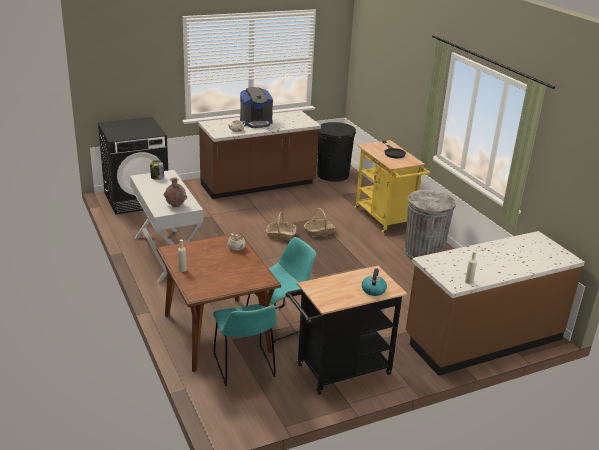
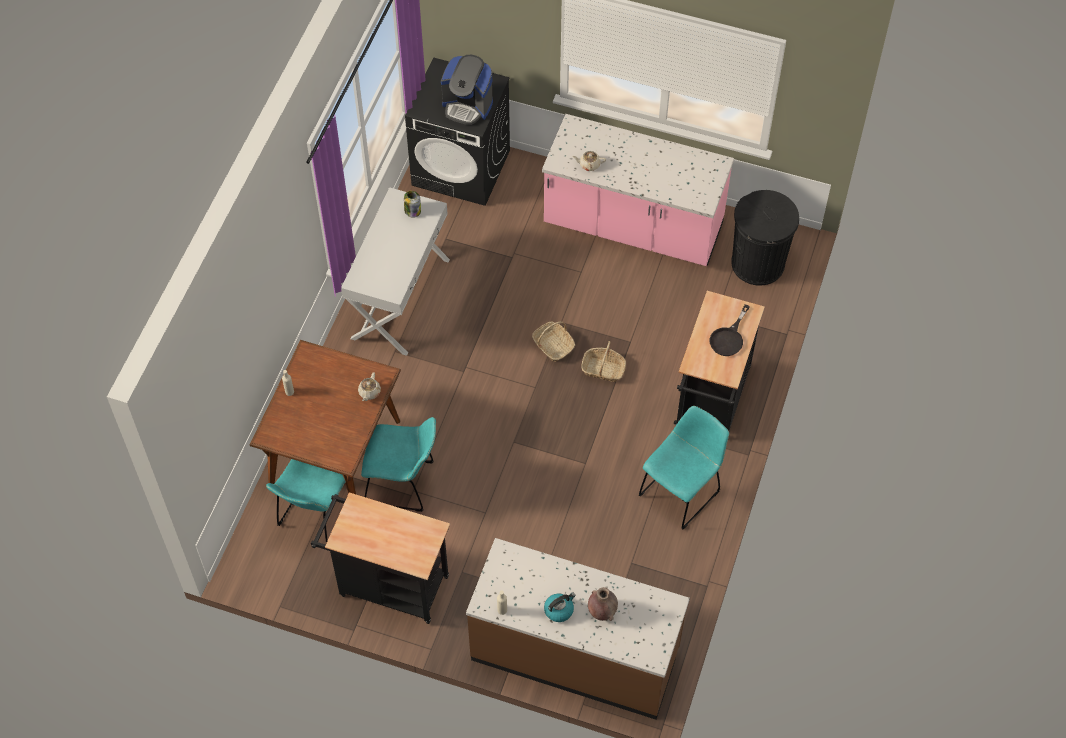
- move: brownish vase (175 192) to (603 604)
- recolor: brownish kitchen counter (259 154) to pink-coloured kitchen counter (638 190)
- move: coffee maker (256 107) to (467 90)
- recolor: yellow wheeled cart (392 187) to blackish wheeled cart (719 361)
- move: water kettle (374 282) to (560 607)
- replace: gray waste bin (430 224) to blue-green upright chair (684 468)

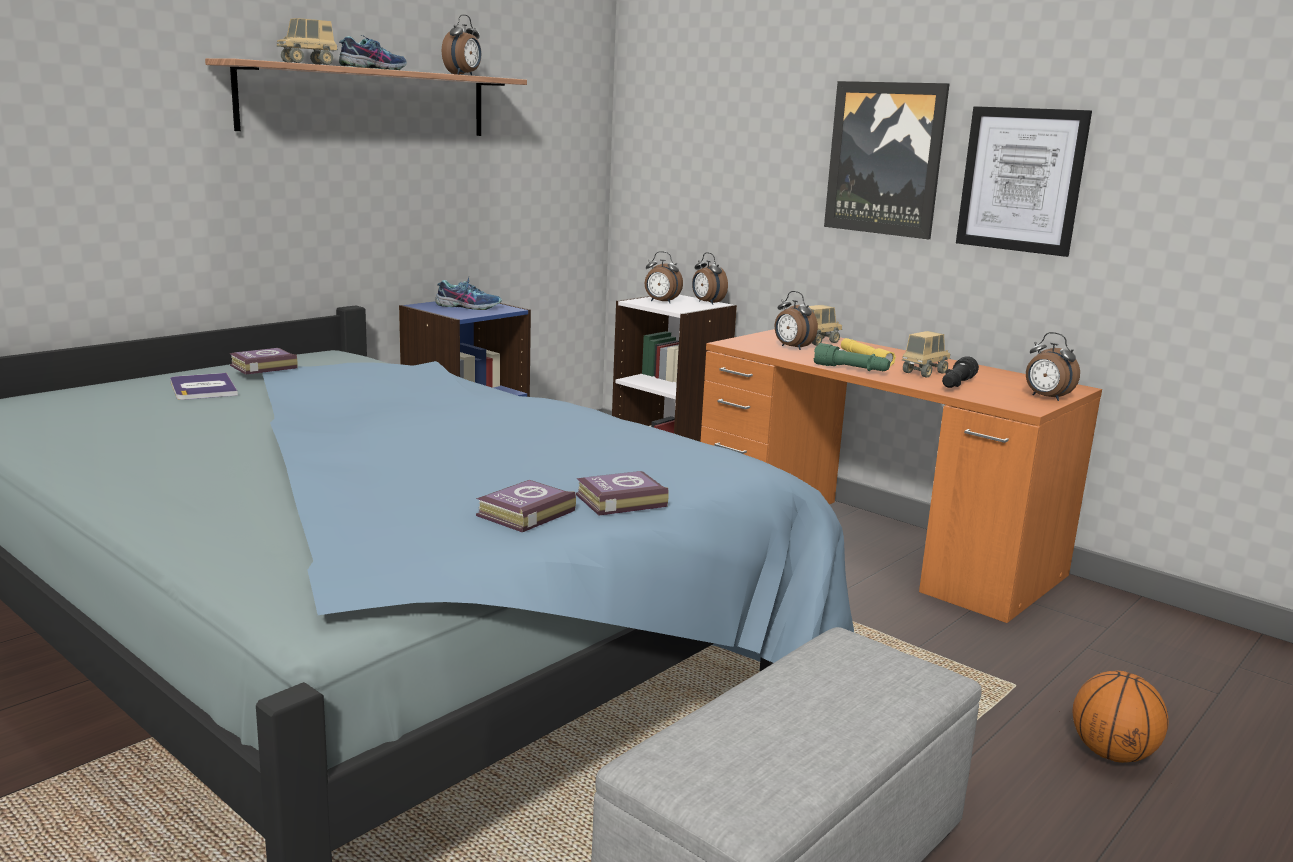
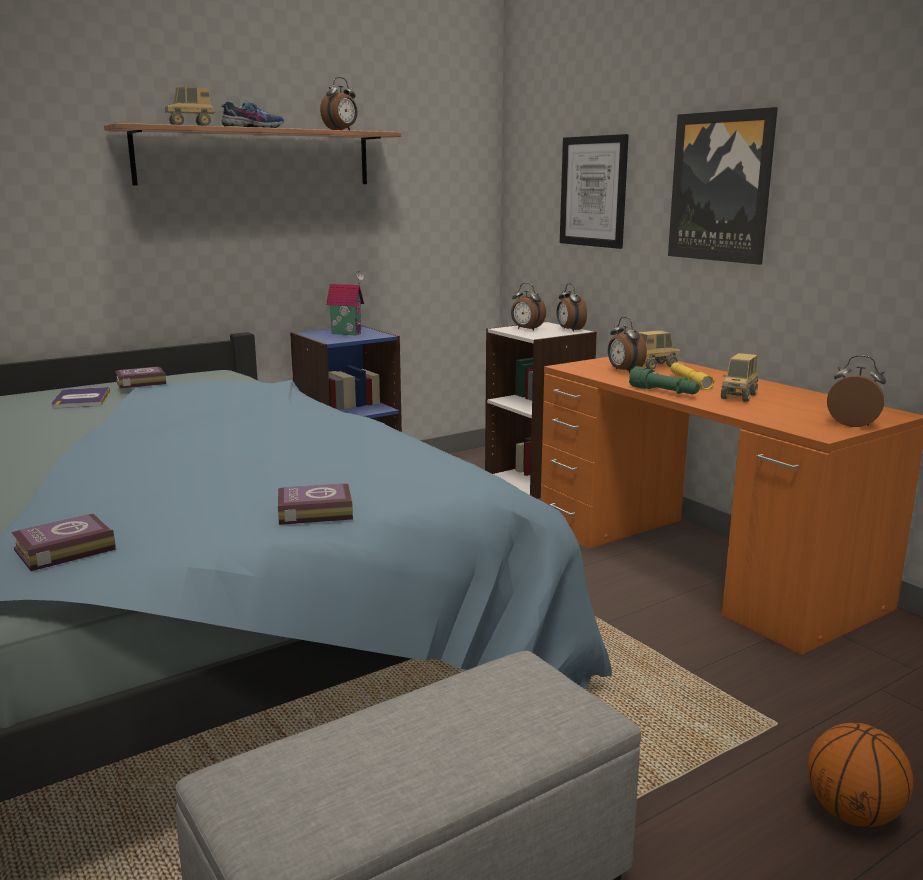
- replace: item of footwear (468 293) to toy house (345 303)
- move: bound book (526 506) to (63 542)
- rotate: model truck (926 354) = (739 377) 150 degrees clockwise
- delete: blackish torch (960 372)
- move: wall art (1024 181) to (594 191)
- rotate: table clock (1053 366) = (856 391) 150 degrees clockwise

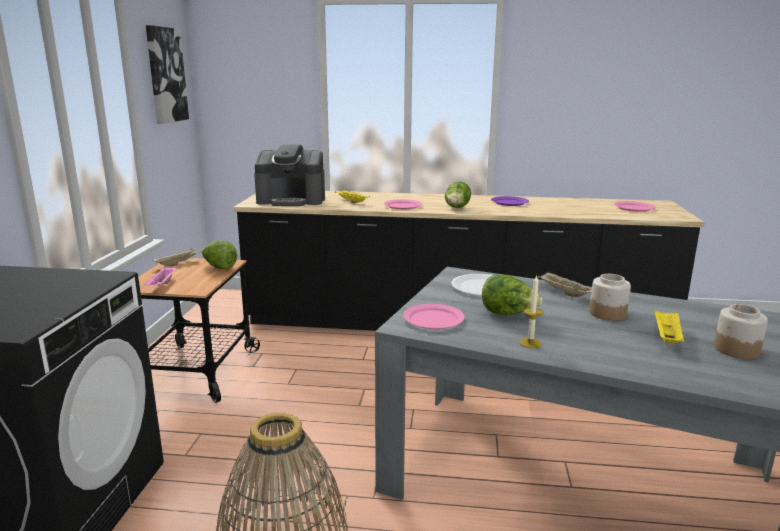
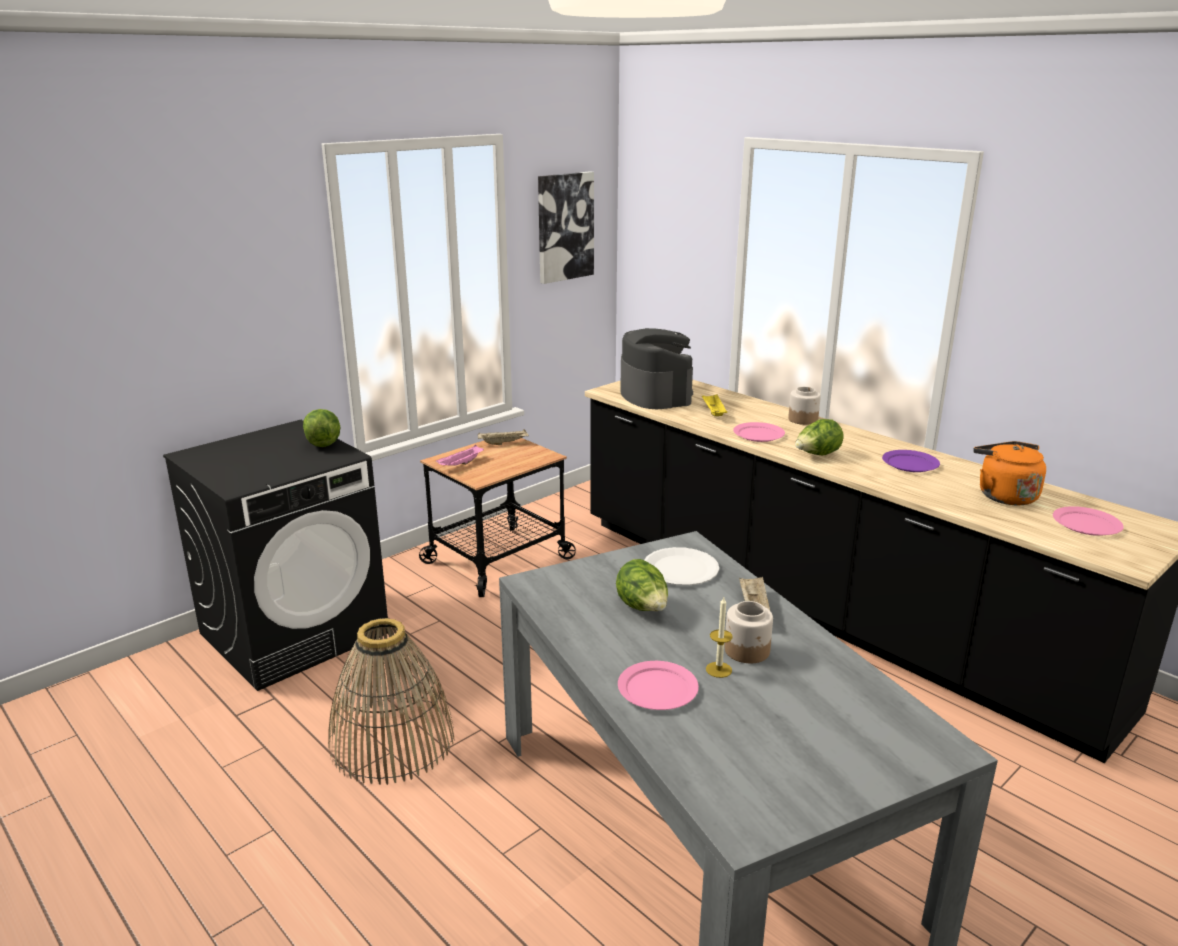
- move: head of lettuce (219 254) to (322 428)
- rotate: coffee maker (289 175) = (656 368) 150 degrees counterclockwise
- move: pink-coloured plate (434 316) to (658 685)
- move: wax light (531 311) to (719 637)
- delete: yellow serving tray (669 327)
- move: jar (741 331) to (804 406)
- insert: orangey water kettle (1009 473)

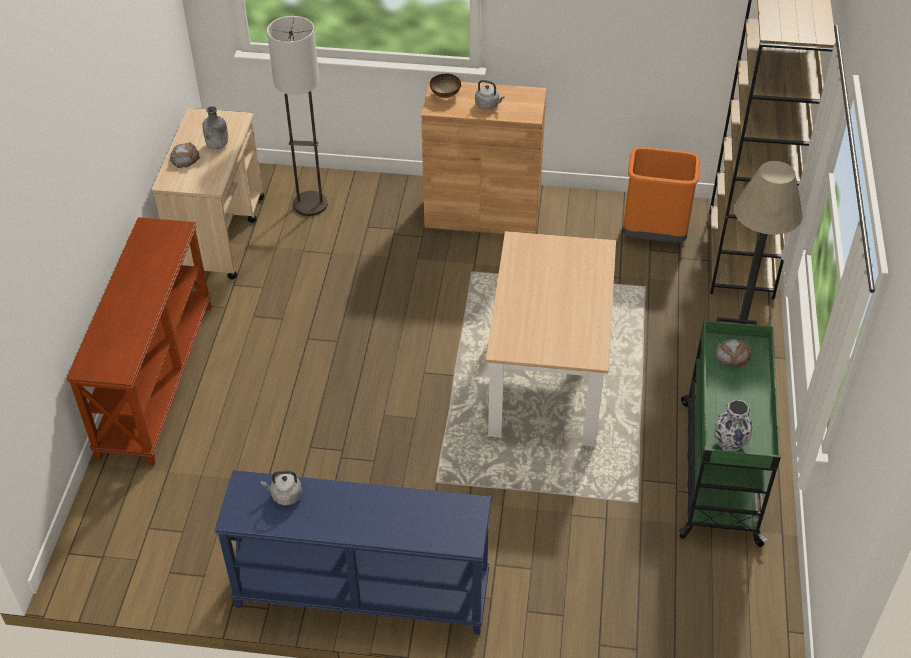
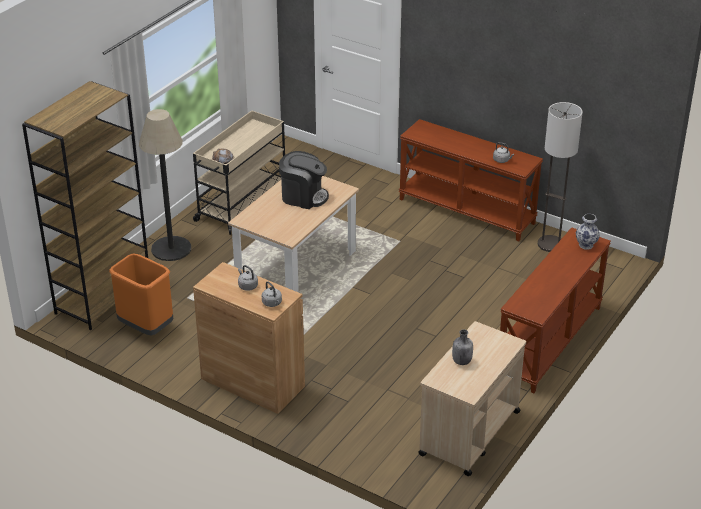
- delete: bakery bread (185 155)
- recolor: bluish console table (353 552) to brownish console table (471 180)
- move: floor lamp (297 116) to (560 177)
- replace: serving bowl (445 86) to gray water kettle (272 294)
- recolor: greenish wheeled cart (730 432) to sand-coloured wheeled cart (239 172)
- move: vase (733 425) to (588 232)
- insert: coffee maker (304 180)

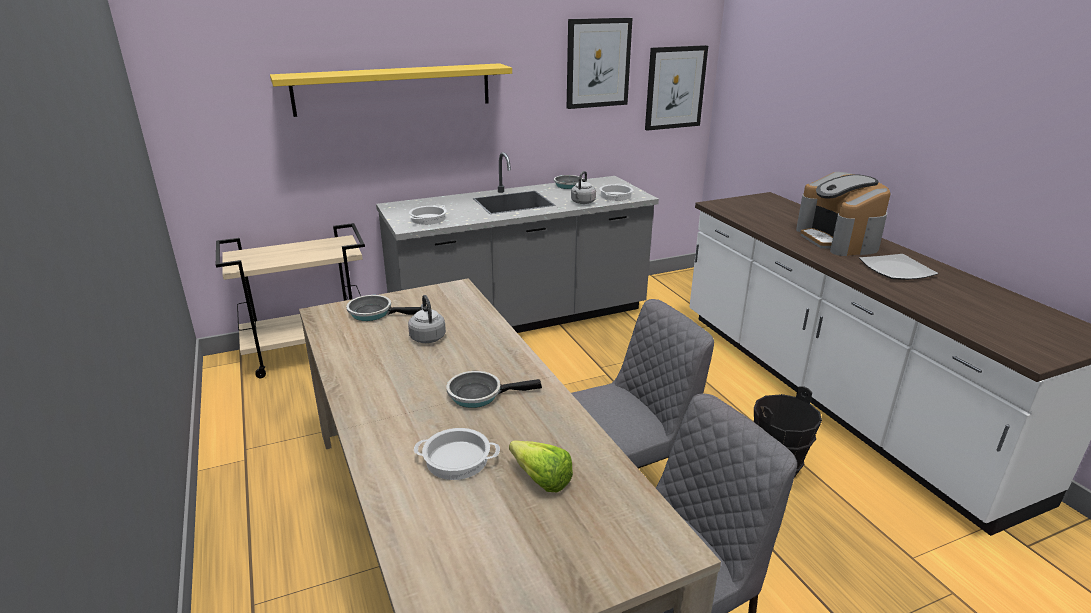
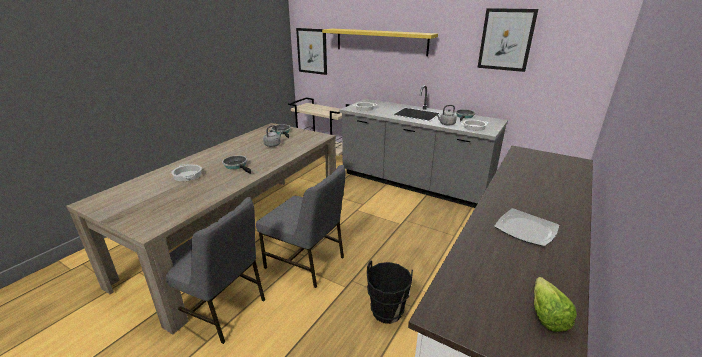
- move: head of lettuce (541 466) to (555 304)
- move: wall art (676 88) to (311 51)
- delete: coffee maker (843 214)

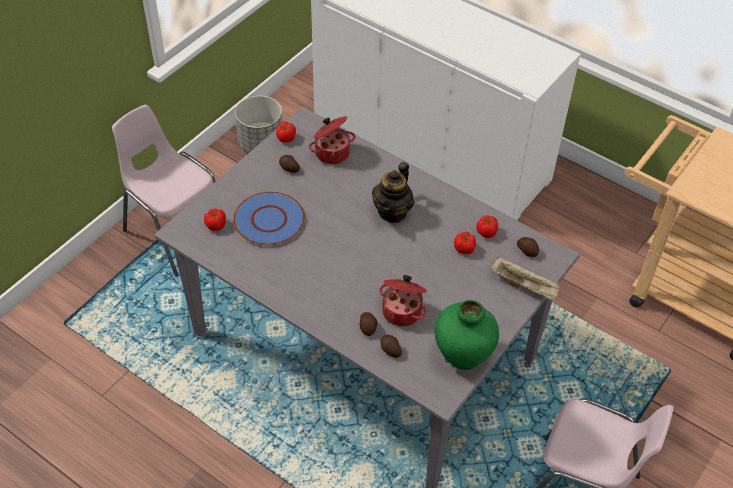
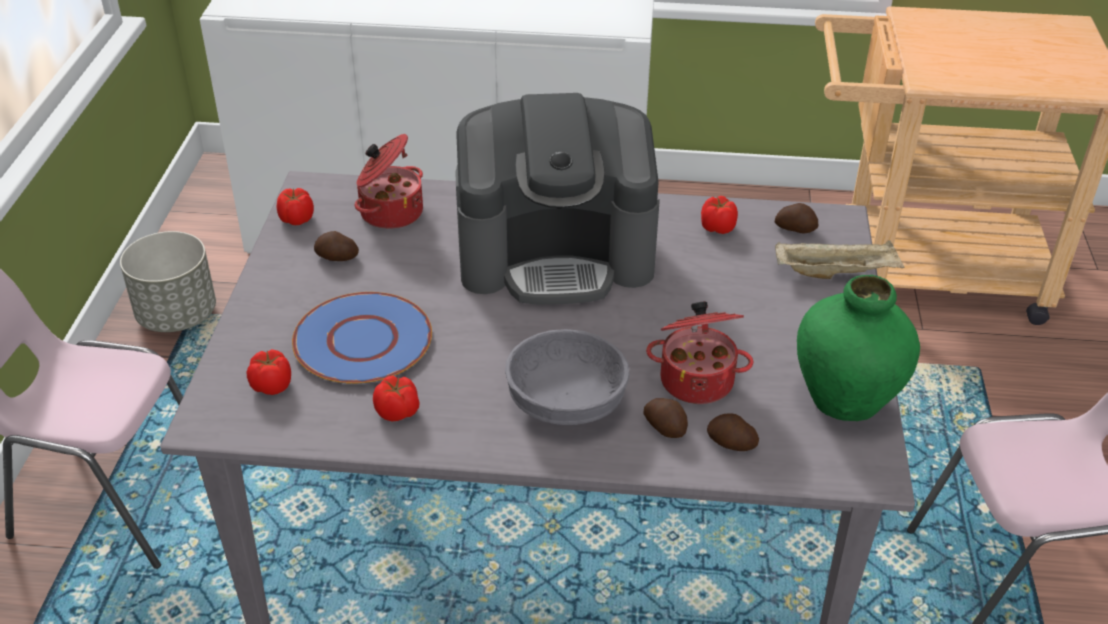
- replace: teapot (393 192) to coffee maker (557 199)
- move: fresh tomato (465 243) to (396 398)
- insert: gray serving bowl (567 377)

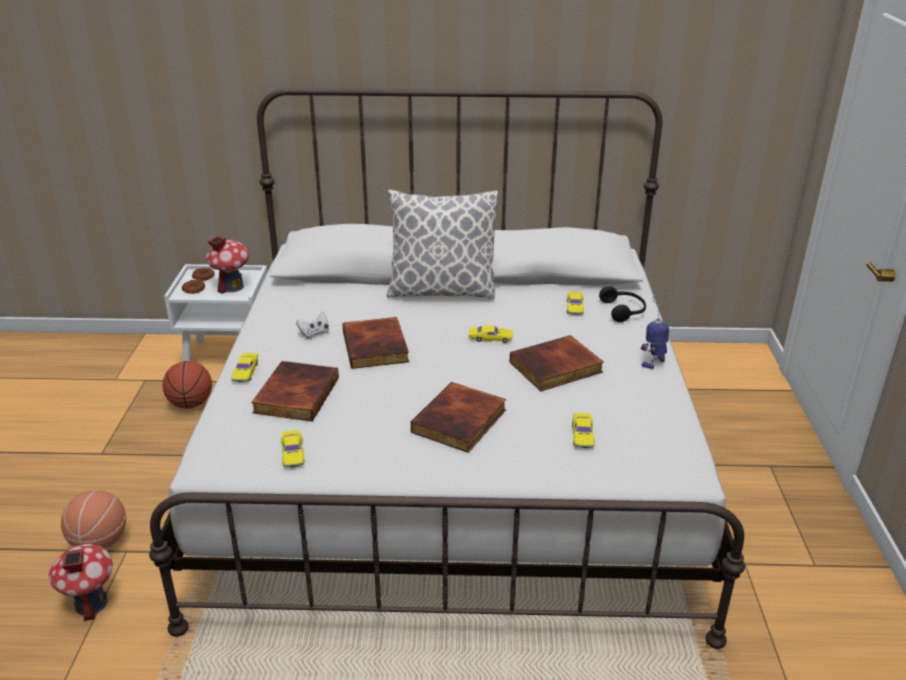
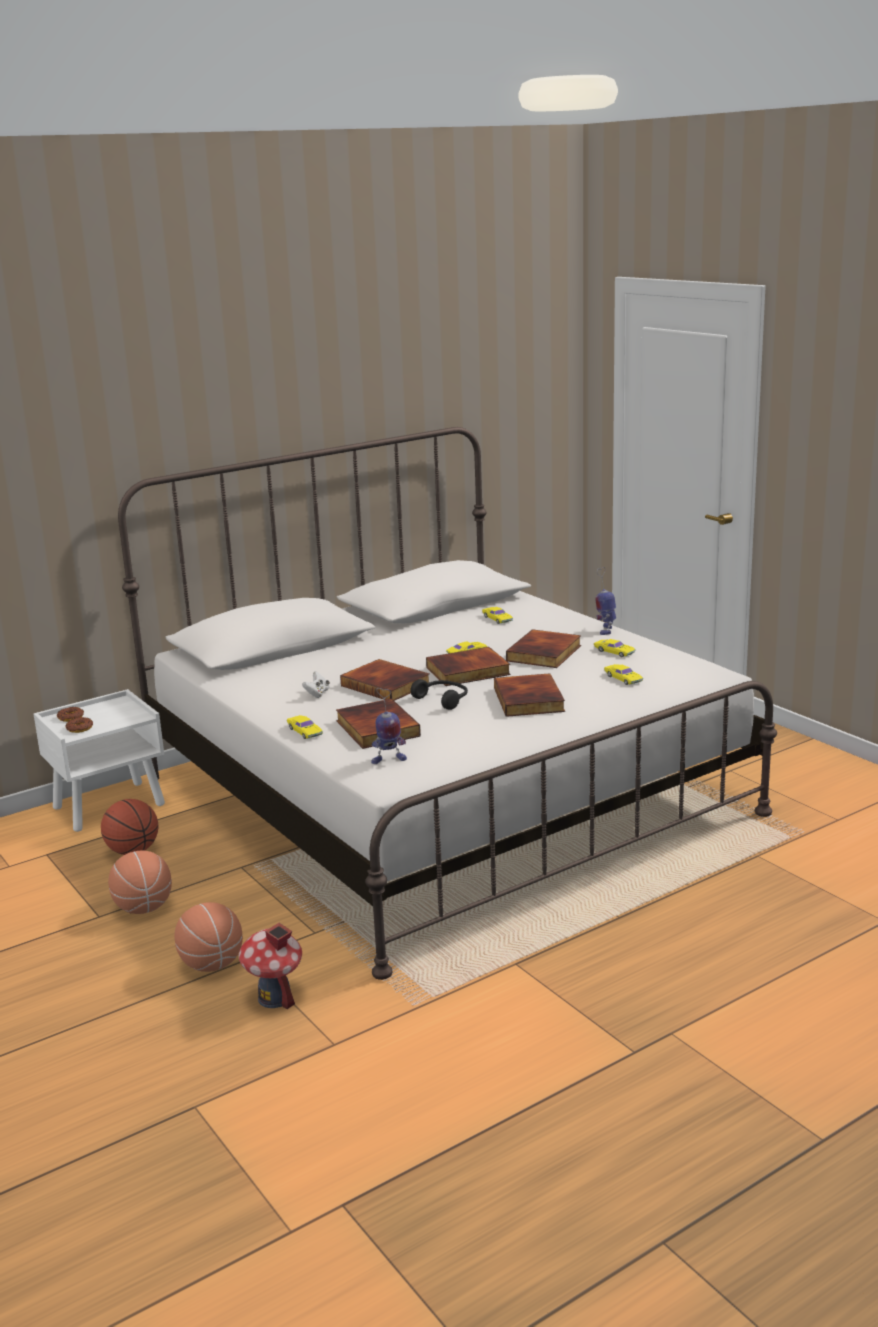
- delete: toy house (227 264)
- move: yellow toy car (293 448) to (615 648)
- delete: throw pillow (442 244)
- move: blackish headset (622 304) to (439 694)
- insert: basketball ball (140 882)
- insert: robot figure (389 726)
- insert: bound book (468 666)

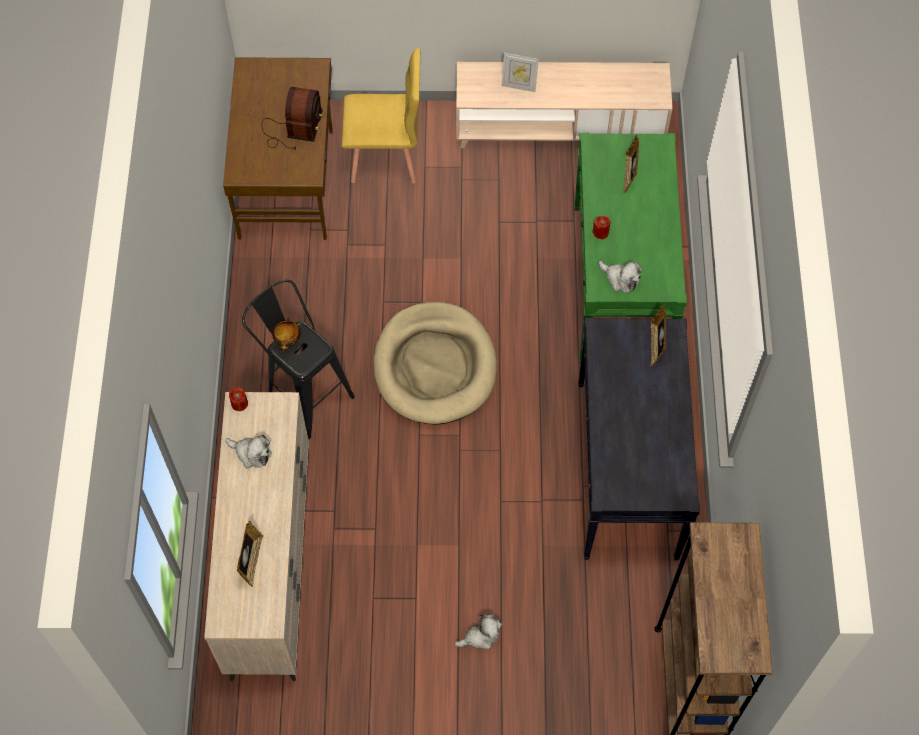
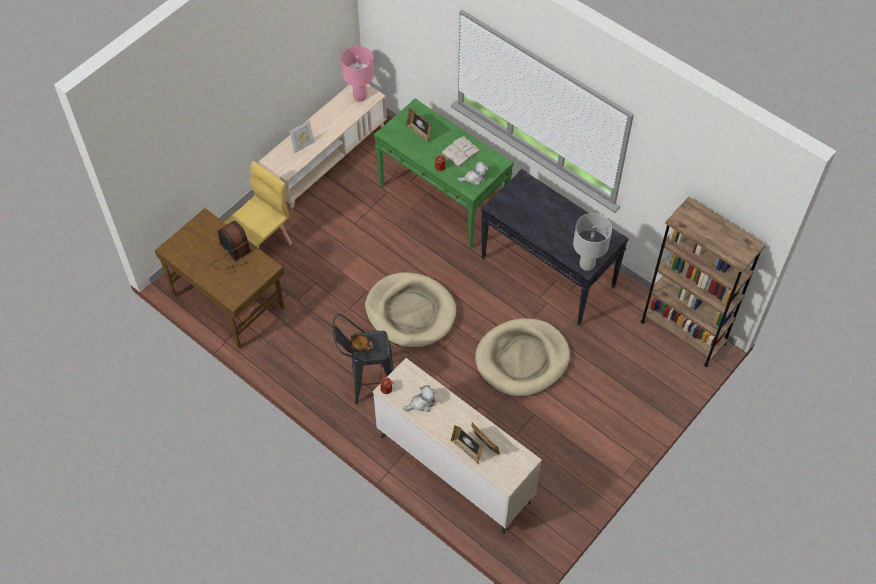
- delete: soft toy (478 632)
- move: picture frame (658 336) to (466 444)
- insert: pink-coloured tabletop lamp (357 74)
- insert: white bound book (461 152)
- insert: sand-coloured dog cushion (522 357)
- insert: gray tabletop lamp (592 242)

